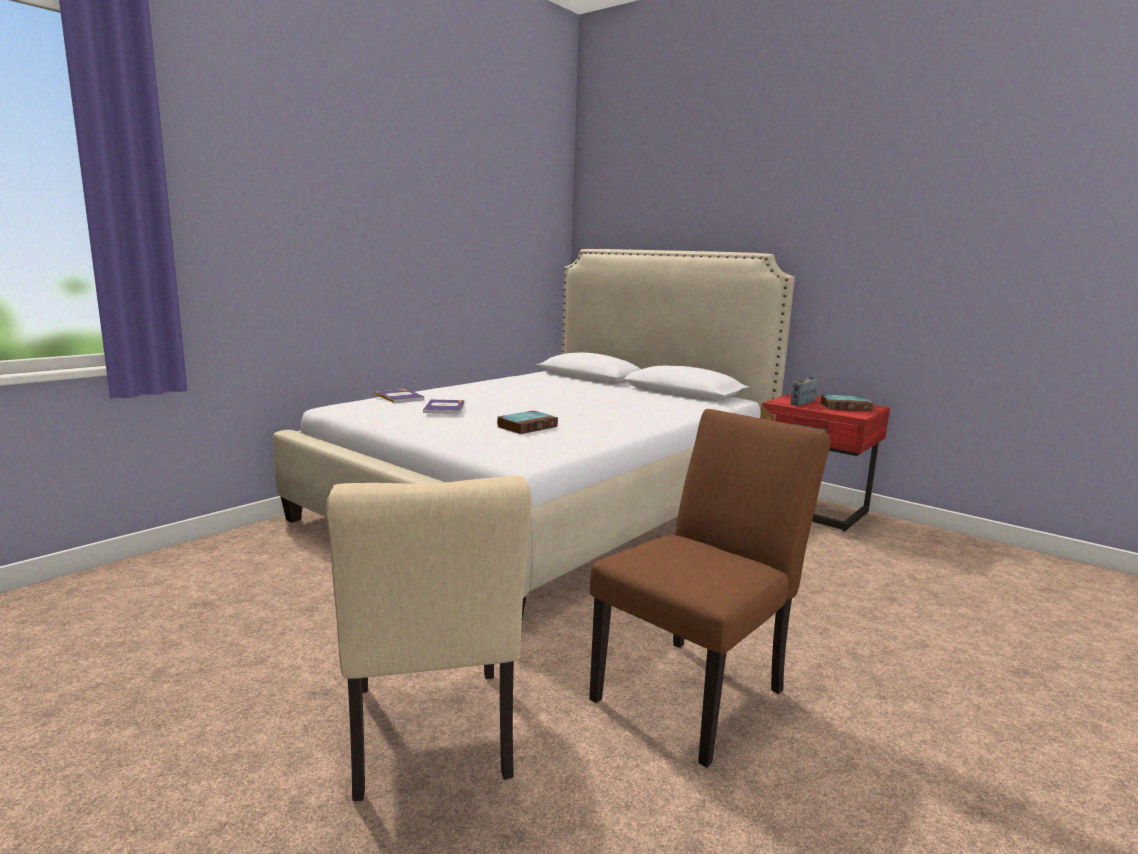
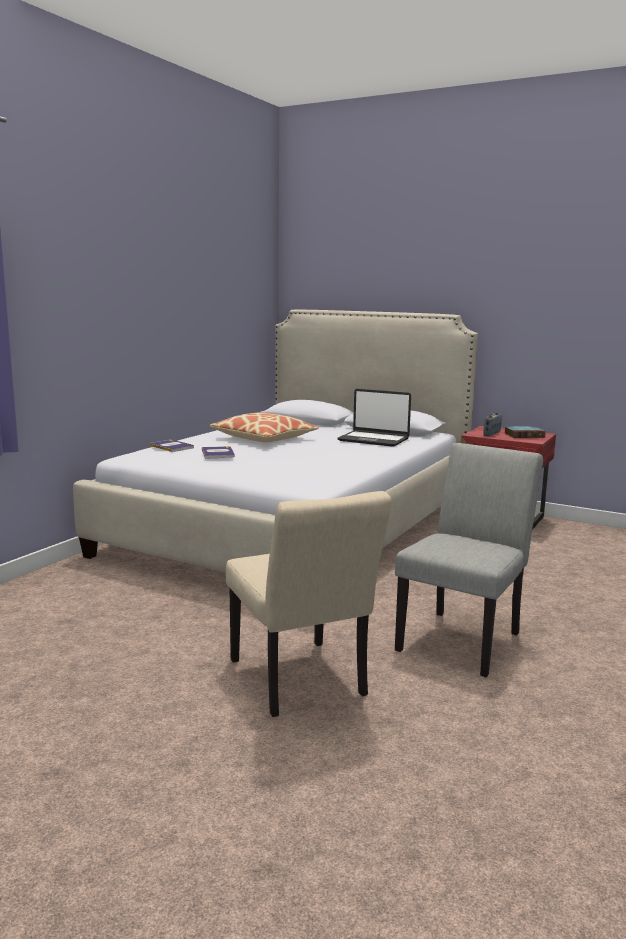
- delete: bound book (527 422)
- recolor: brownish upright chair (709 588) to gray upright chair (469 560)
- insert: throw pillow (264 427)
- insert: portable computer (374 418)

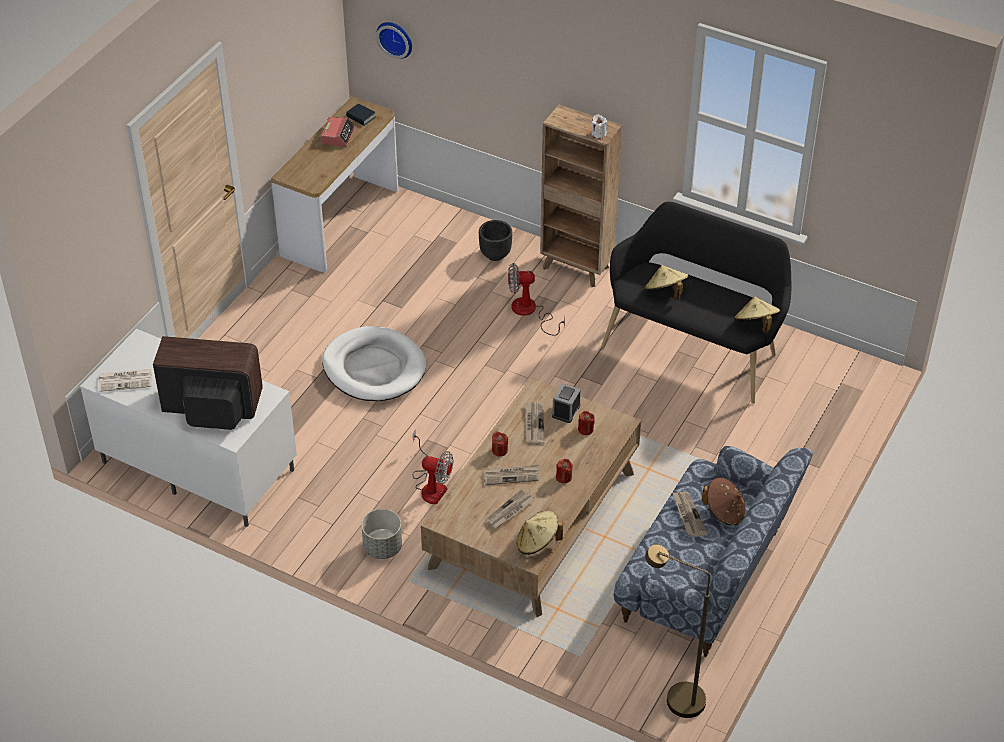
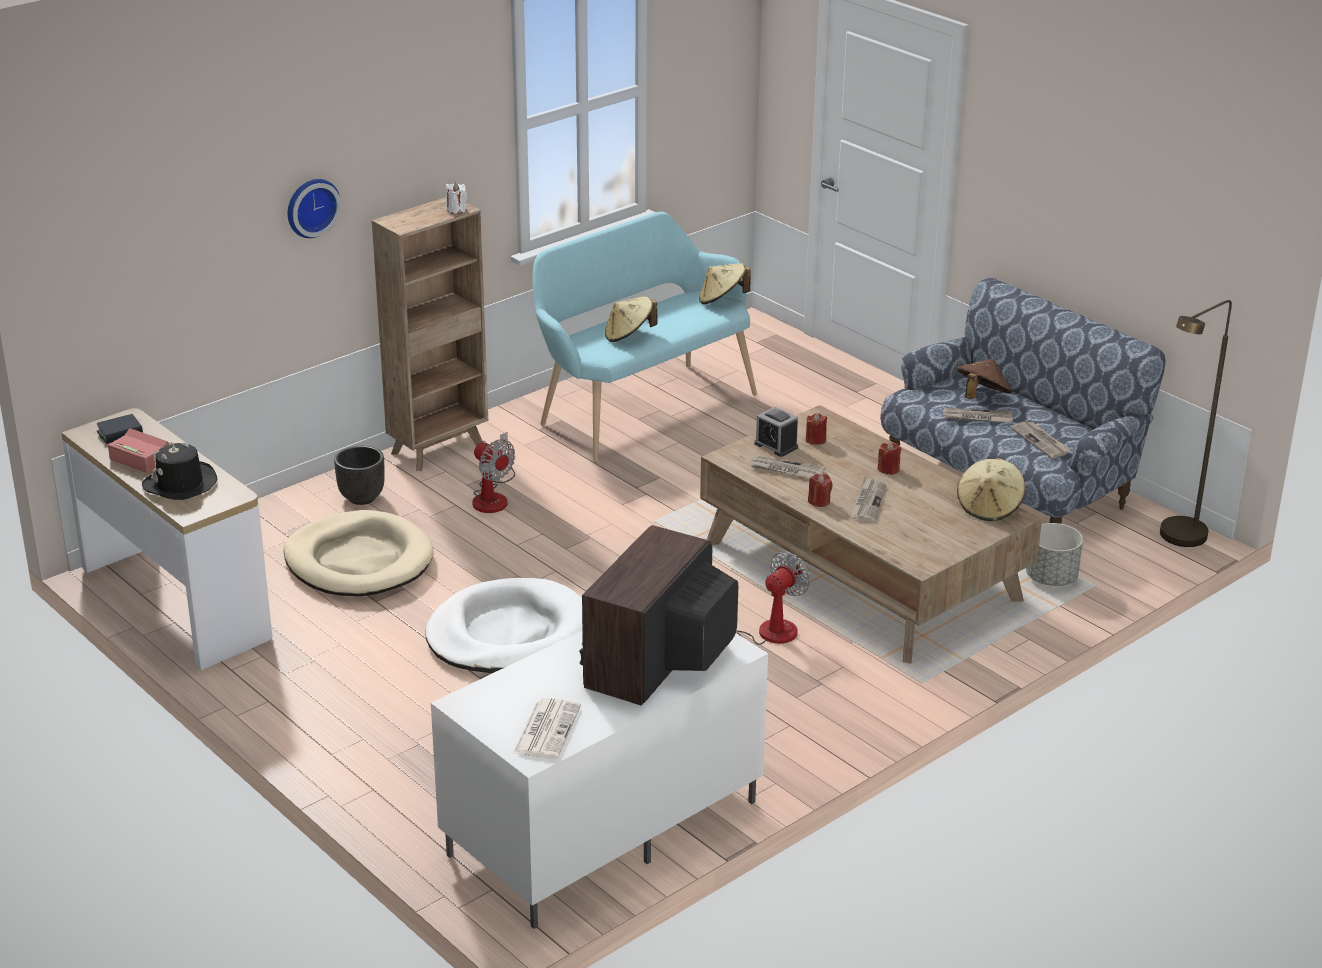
- move: gray flower pot (381 534) to (1054 554)
- move: hanging clock (394 40) to (314 208)
- move: printed paper (510 508) to (1041 440)
- rotate: cooling fan (536 299) = (494 472) 60 degrees counterclockwise
- recolor: blackish bench (697 303) to blue-green bench (644 337)
- insert: blackish hat (180 471)
- insert: sand-coloured dog cushion (358 553)

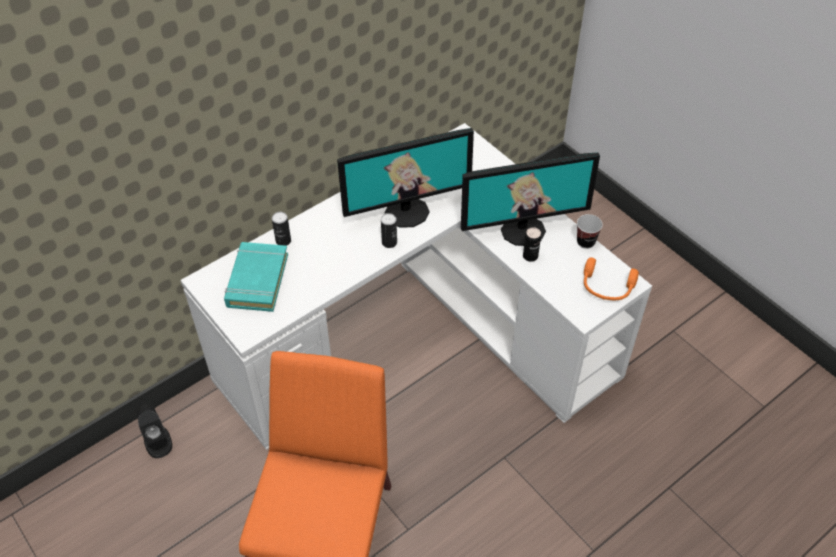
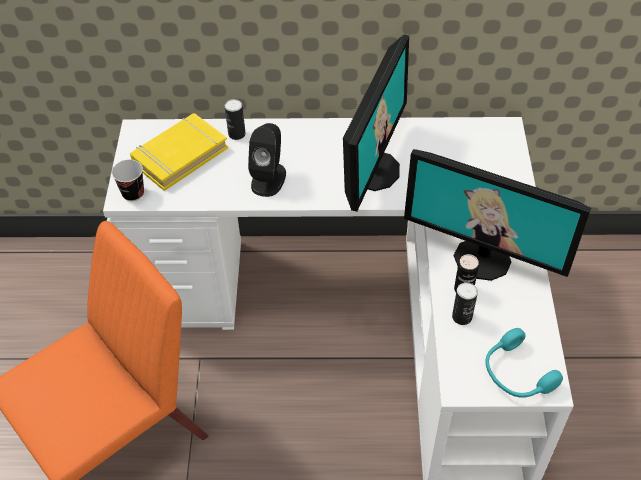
- move: blackish speaker (154 431) to (267 160)
- recolor: blue-green bound book (256 277) to yellow bound book (179 152)
- rotate: monitor (405 178) = (376 123) 90 degrees counterclockwise
- move: can (389 230) to (465 303)
- move: drinking cup (590 231) to (128 180)
- recolor: orangey headset (611 279) to blue-green headset (524 363)

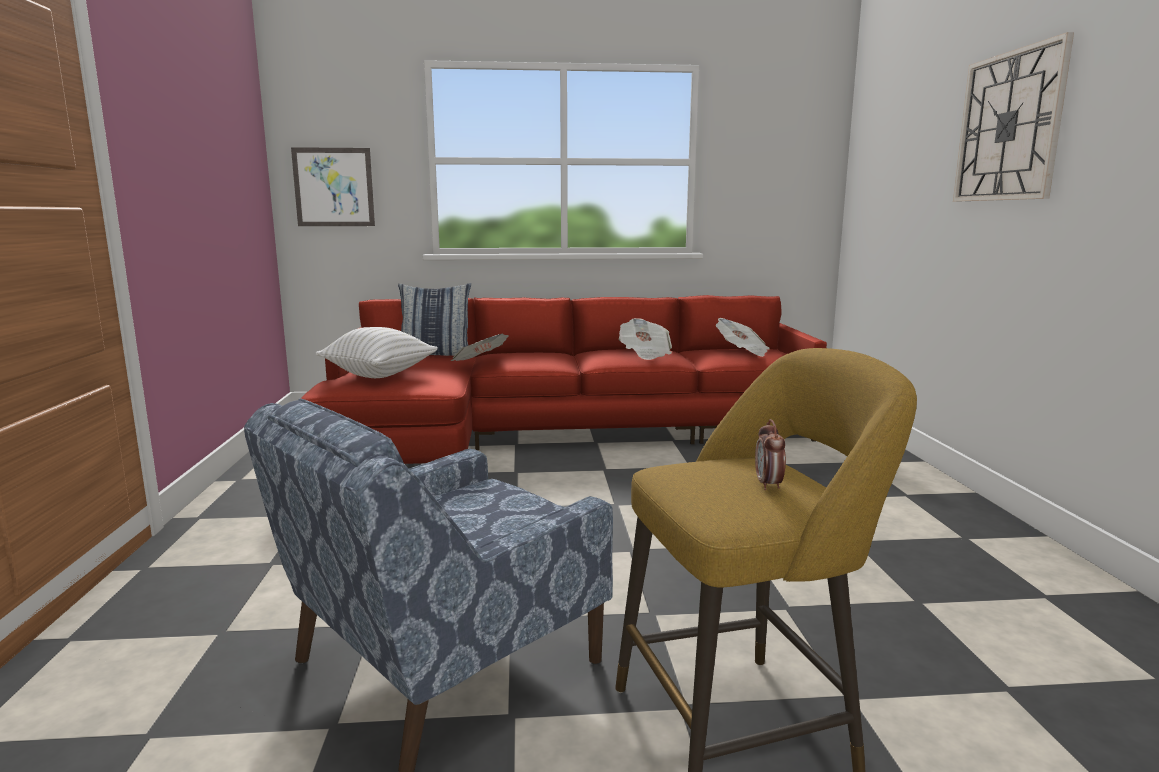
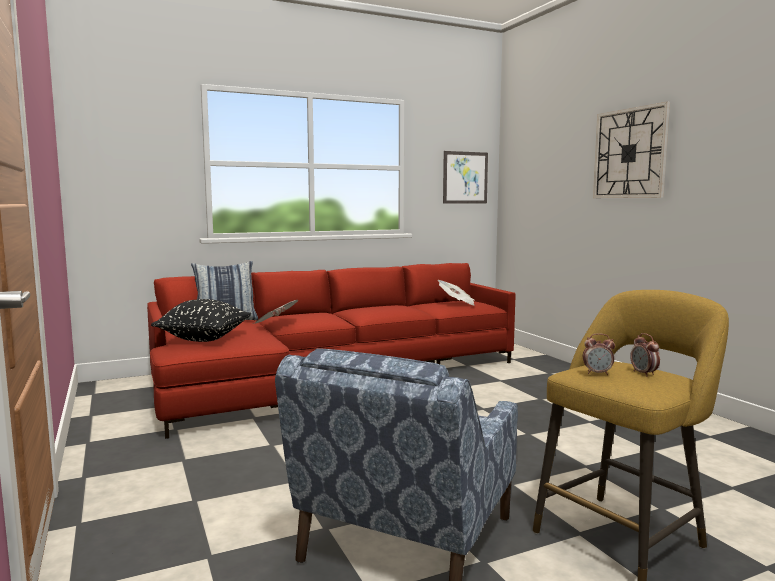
- move: wall art (333 186) to (465 177)
- recolor: white throw pillow (376 352) to blackish throw pillow (201 320)
- delete: printed paper (645 339)
- insert: table clock (599 354)

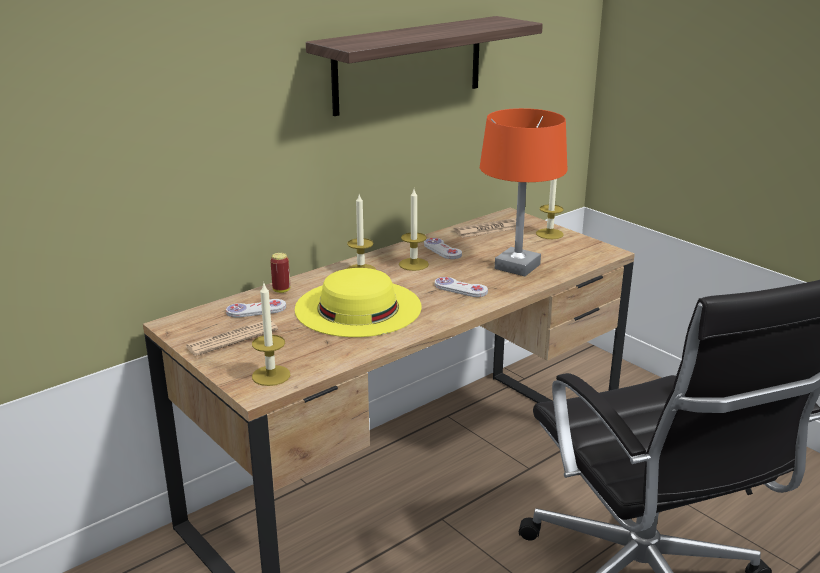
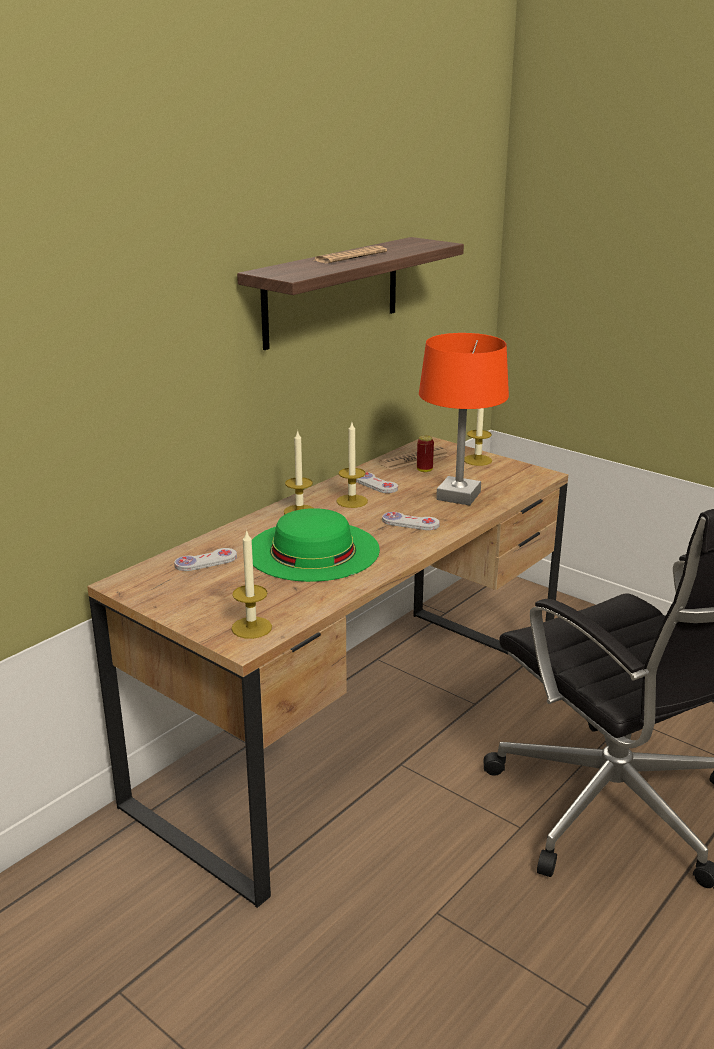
- move: printed paper (231 338) to (349 254)
- move: can (280 273) to (425 453)
- recolor: yellow hat (358 302) to greenish hat (316 545)

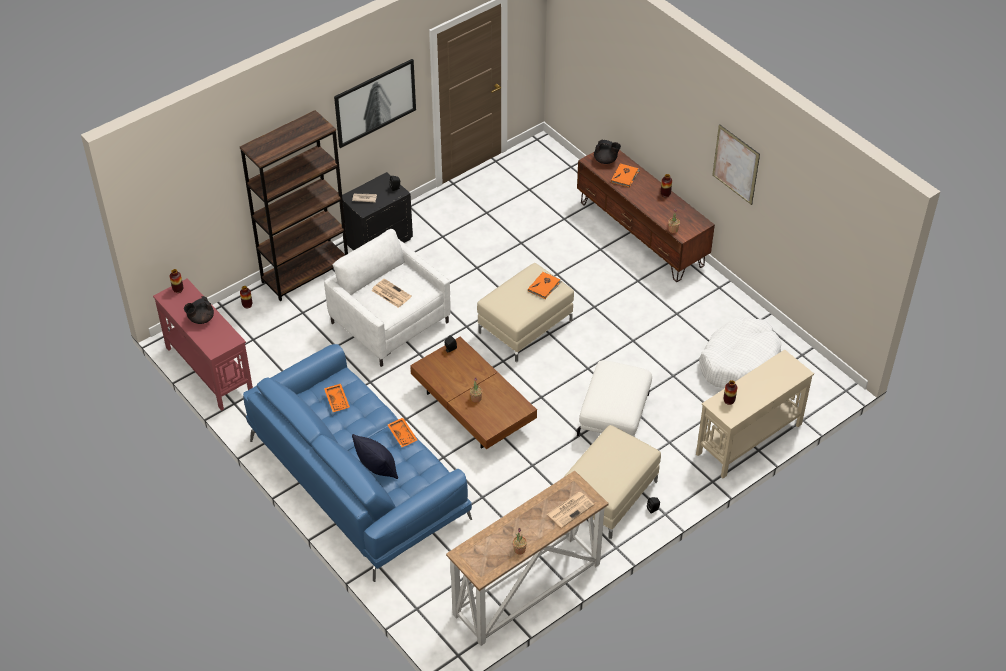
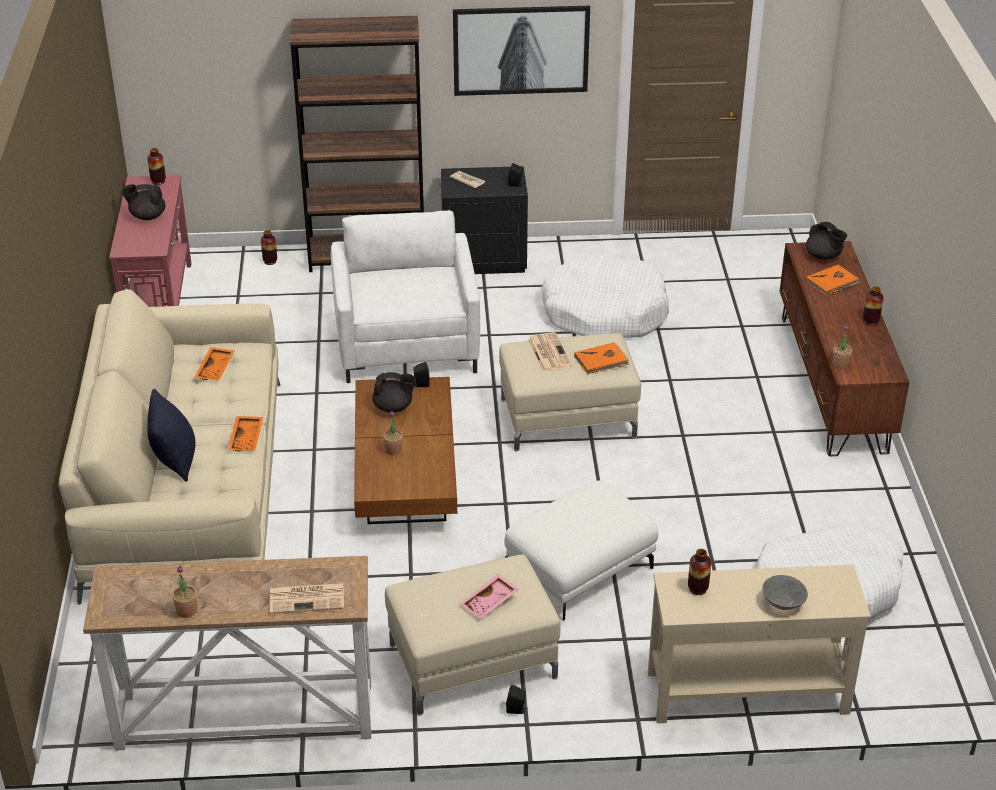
- recolor: bluish sofa (357 463) to sand-coloured sofa (170 447)
- move: printed paper (391 293) to (549 352)
- delete: wall art (736 164)
- insert: blackish teapot (394 392)
- insert: pink-coloured serving tray (489 596)
- insert: white dog cushion (605 296)
- insert: gray serving bowl (785 592)

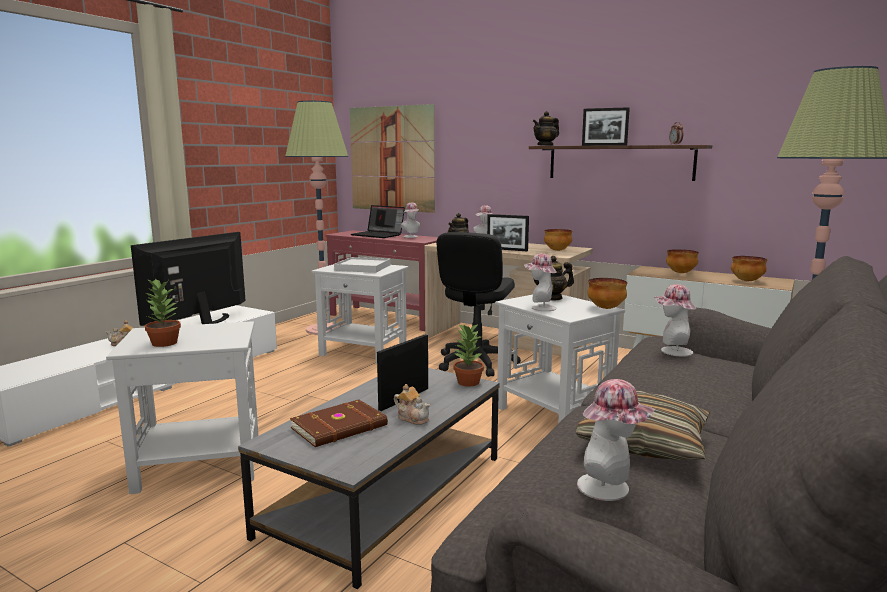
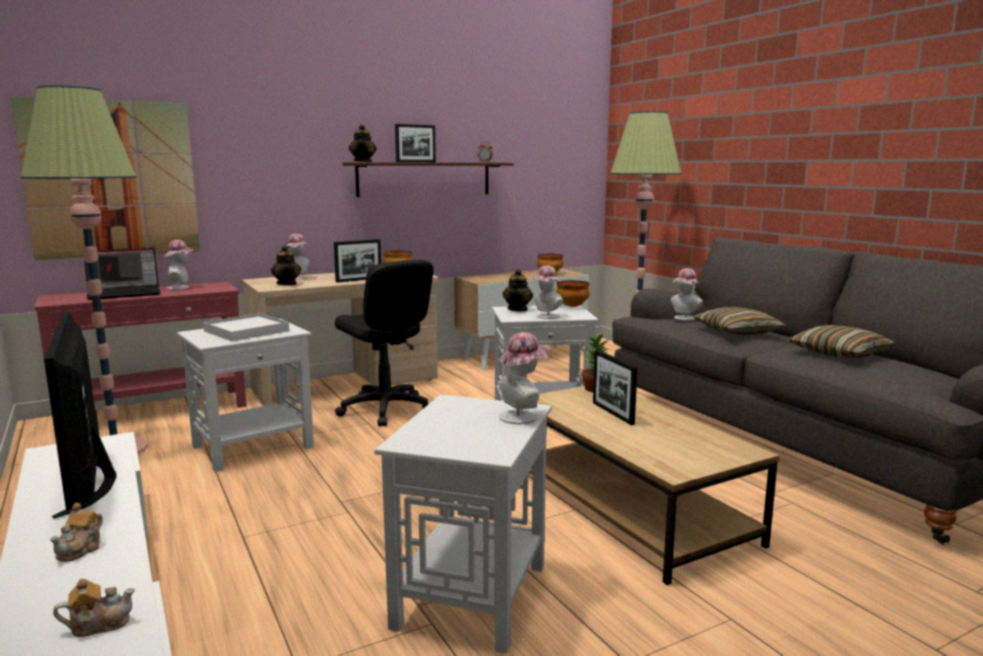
- delete: potted plant (163 312)
- recolor: gray low table (369 478) to brownish low table (655 485)
- delete: brownish bound book (339 423)
- move: teapot (412 404) to (94 608)
- move: hat (616 440) to (524 378)
- delete: serving bowl (682 261)
- insert: throw pillow (740 321)

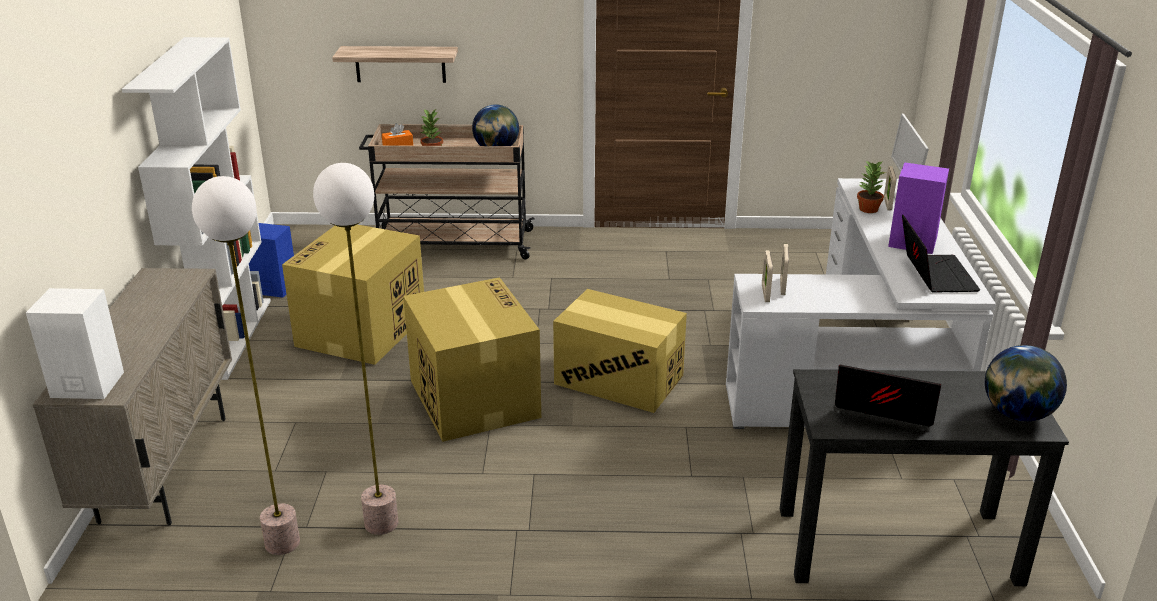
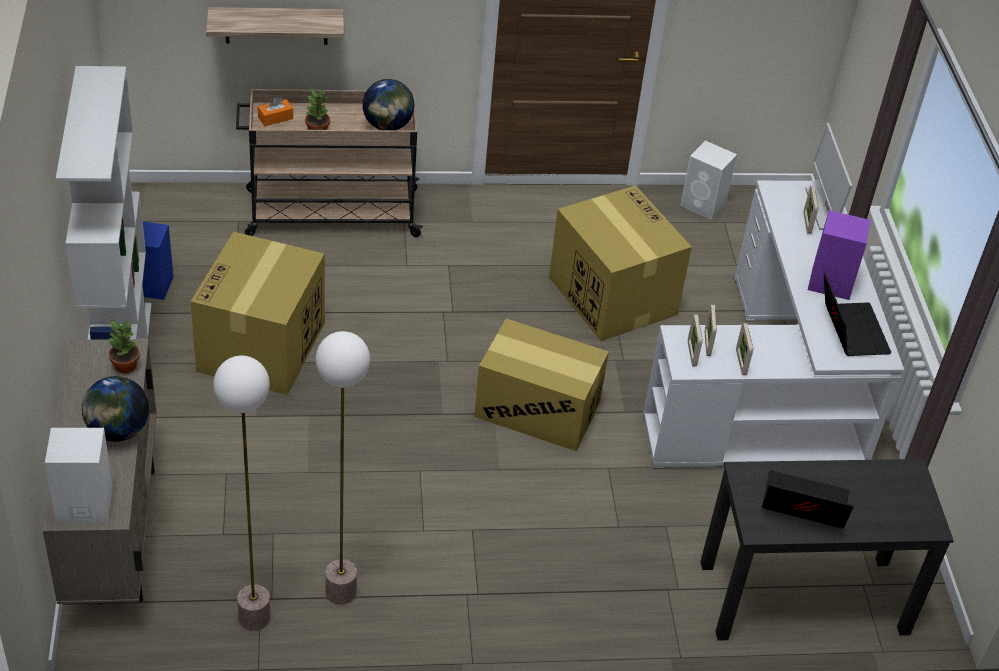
- move: carton (472 359) to (620 263)
- move: potted plant (871 187) to (124 347)
- move: world globe (1026 383) to (115 409)
- insert: white speaker (708 180)
- insert: picture frame (744 349)

